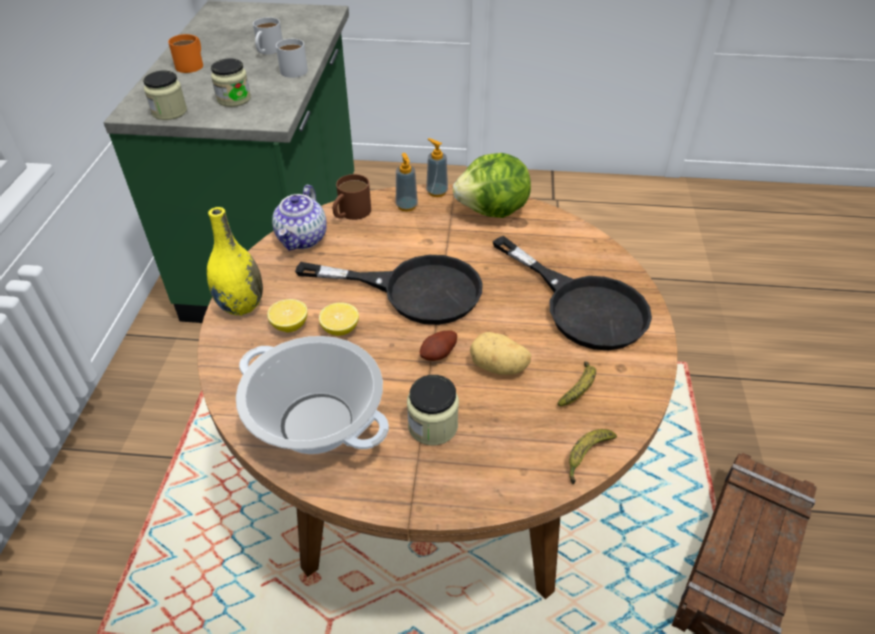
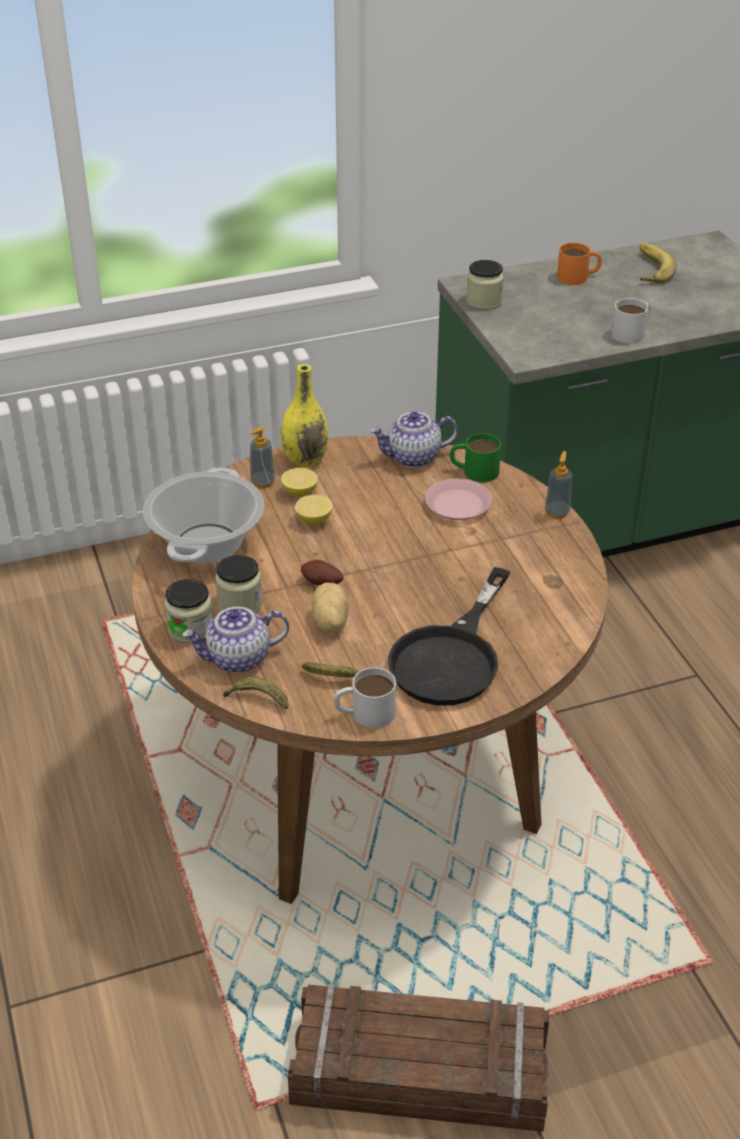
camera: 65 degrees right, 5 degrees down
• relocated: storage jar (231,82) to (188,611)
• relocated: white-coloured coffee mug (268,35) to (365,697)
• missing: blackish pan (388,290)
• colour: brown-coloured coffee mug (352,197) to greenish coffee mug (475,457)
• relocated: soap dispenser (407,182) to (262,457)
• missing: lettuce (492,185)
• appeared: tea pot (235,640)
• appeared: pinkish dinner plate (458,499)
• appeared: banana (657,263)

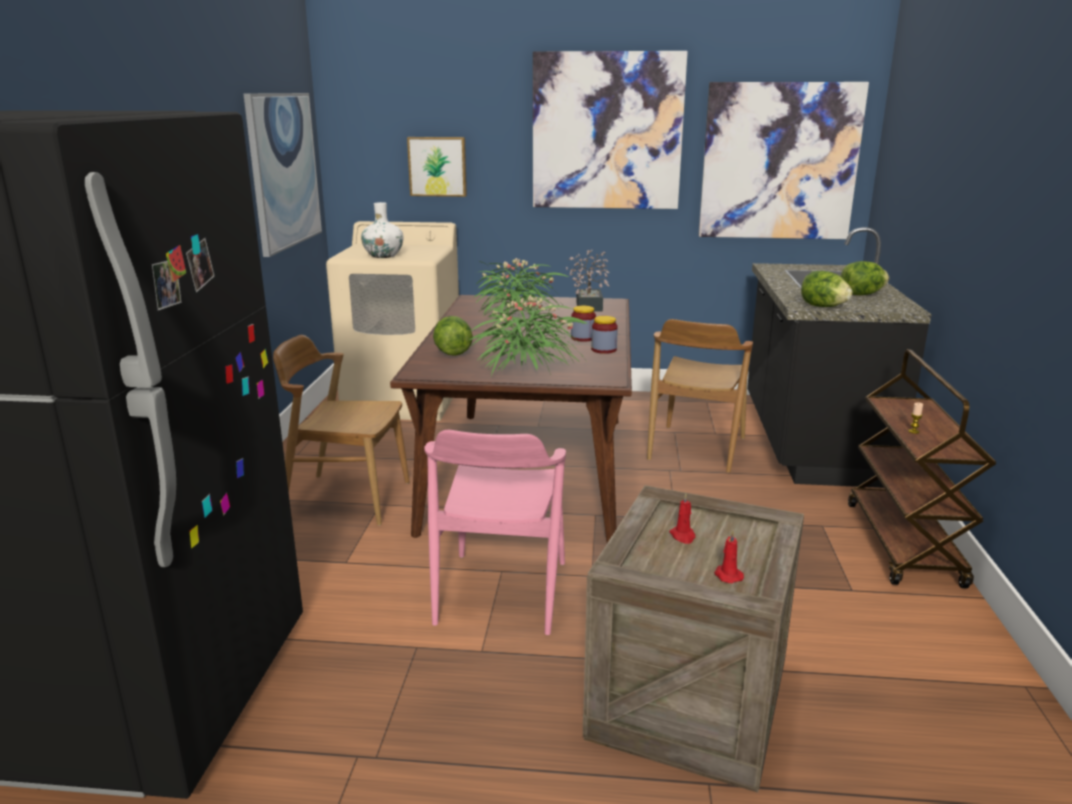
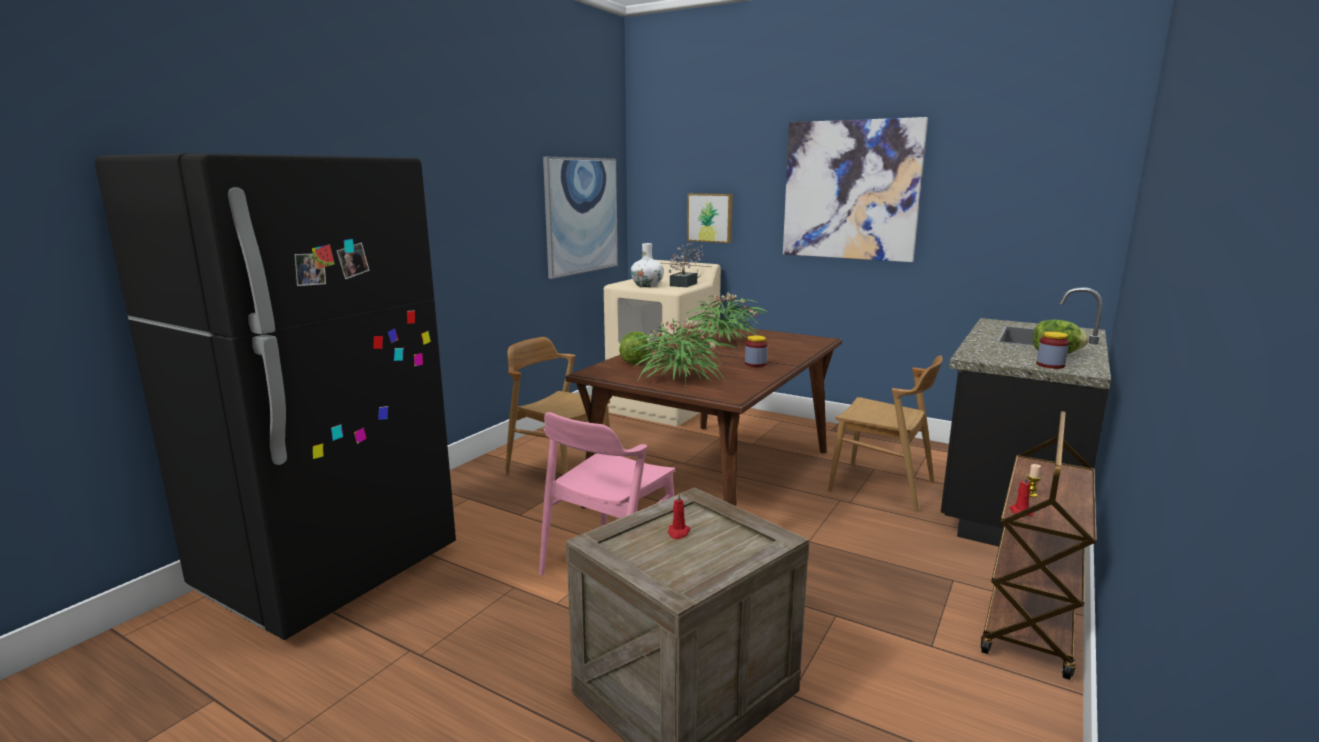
camera: 25 degrees right, 5 degrees down
• relocated: plant in a pot (587,280) to (686,265)
• relocated: storage jar (604,335) to (1052,350)
• spun: brown-coloured plain chair (700,396) = (885,433) 105 degrees counterclockwise
• missing: wall picture (783,160)
• relocated: red-coloured wax candle (729,557) to (1021,495)
• missing: lettuce (826,289)

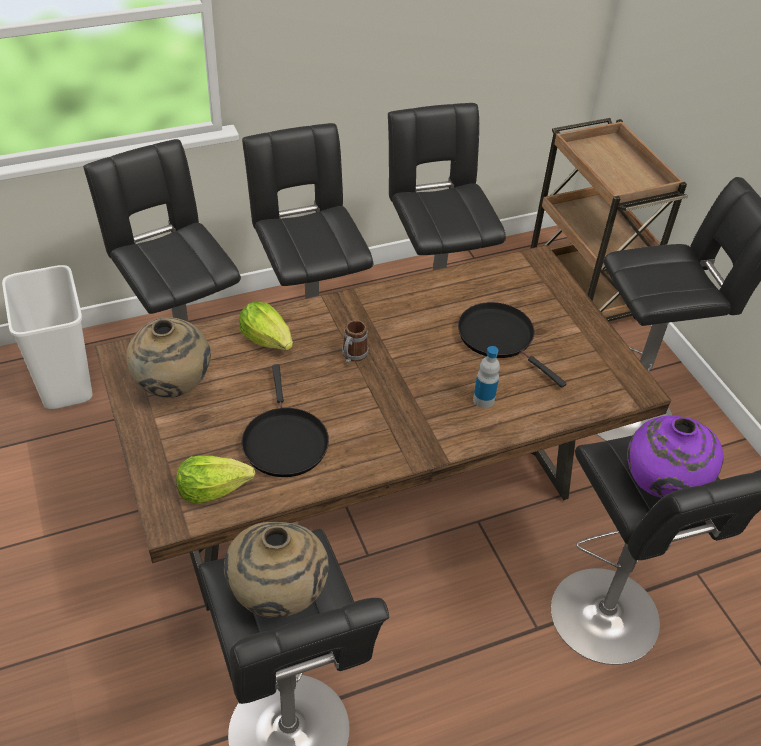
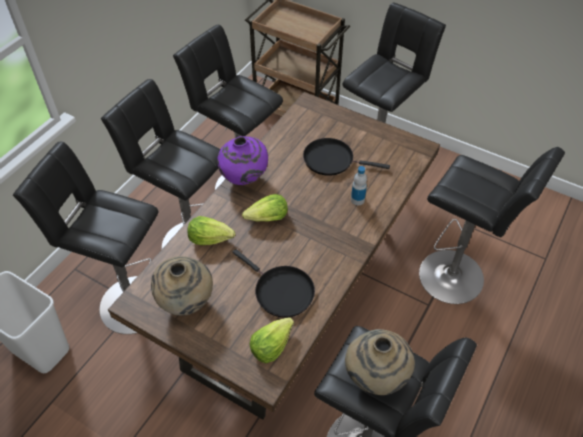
camera: 35 degrees left, 5 degrees up
• exchanged: coffee mug (355,341) to lettuce (265,208)
• relocated: purplish flower vase (675,456) to (242,160)

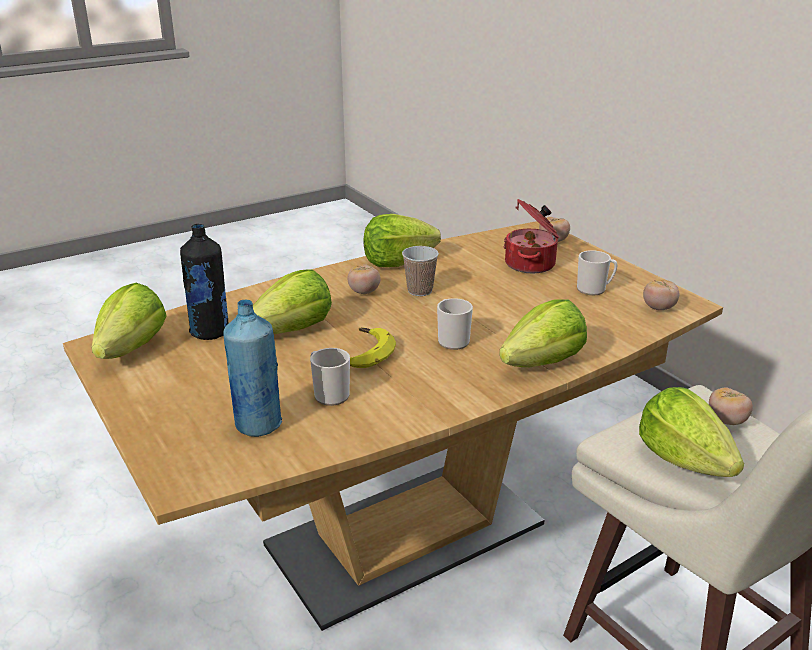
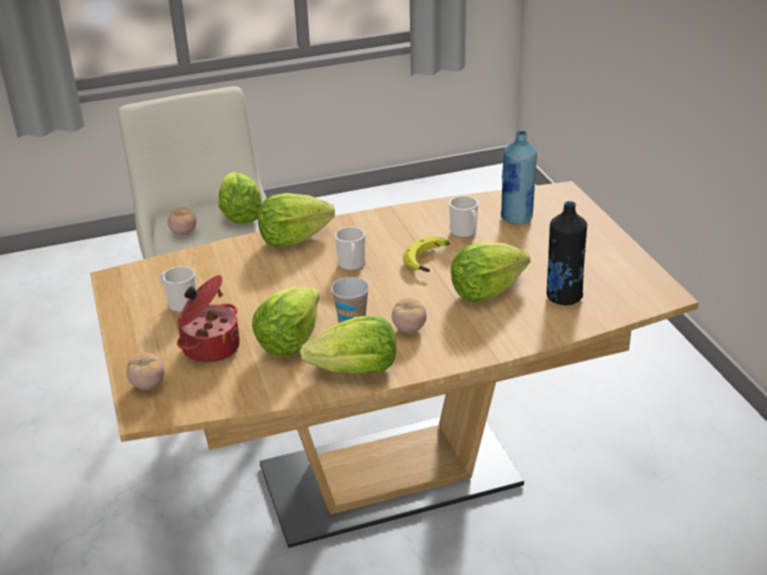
camera: 165 degrees left, 5 degrees up
• relocated: lettuce (129,321) to (286,321)
• missing: whole tomato (661,294)

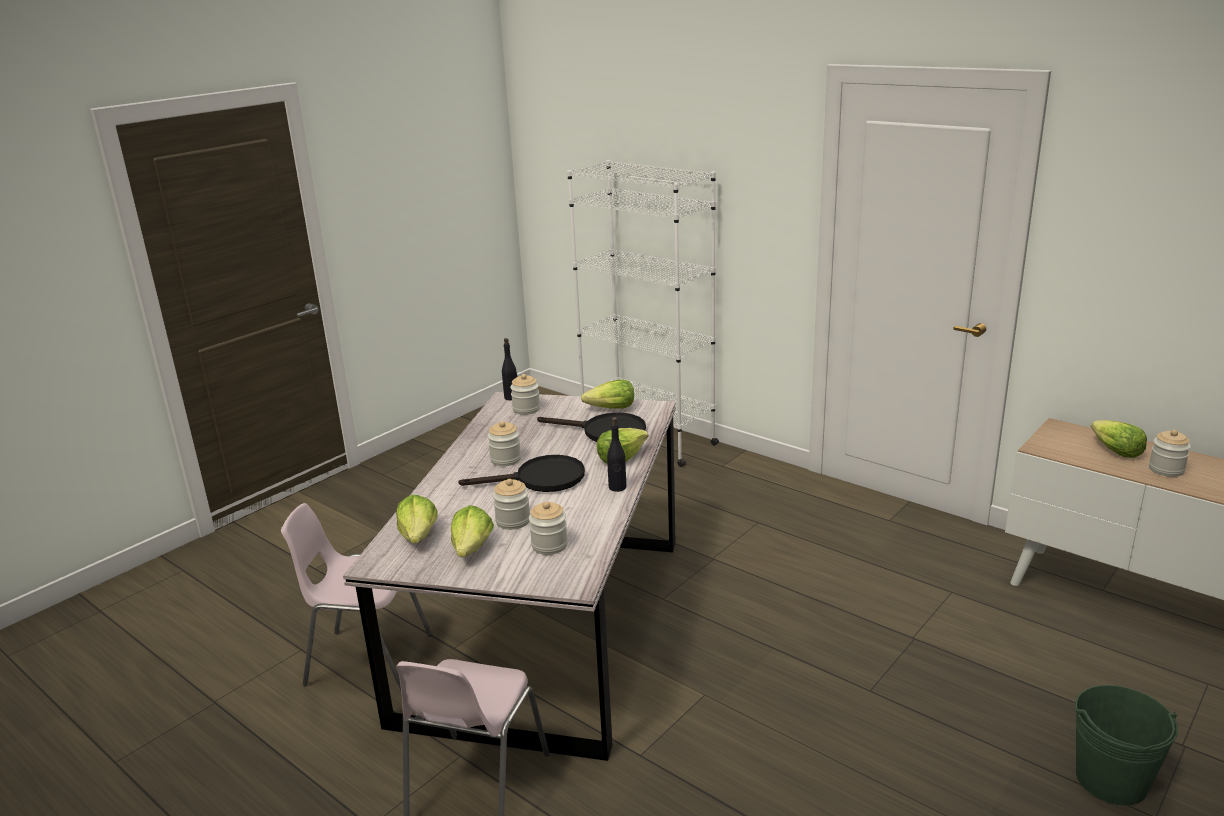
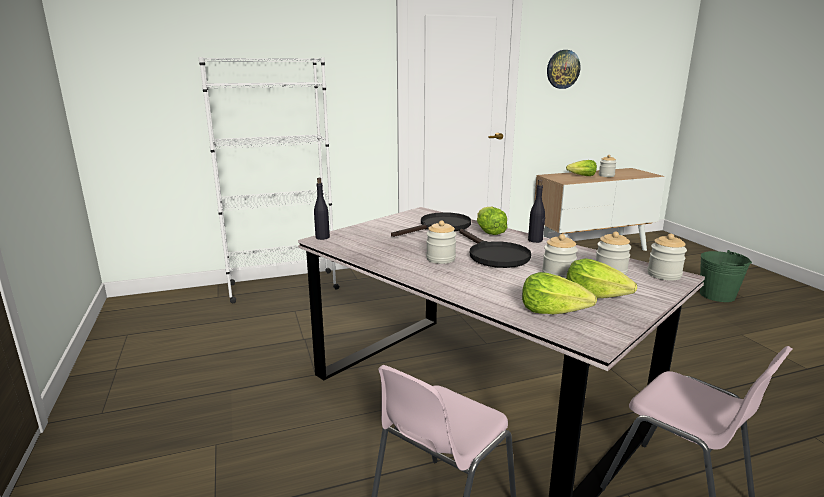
camera: 60 degrees left, 5 degrees down
• spun: blackish pan (521,473) = (495,248) 135 degrees clockwise
• relocated: storage jar (525,394) to (667,257)
• missing: lettuce (607,394)
• appeared: wall clock (563,69)

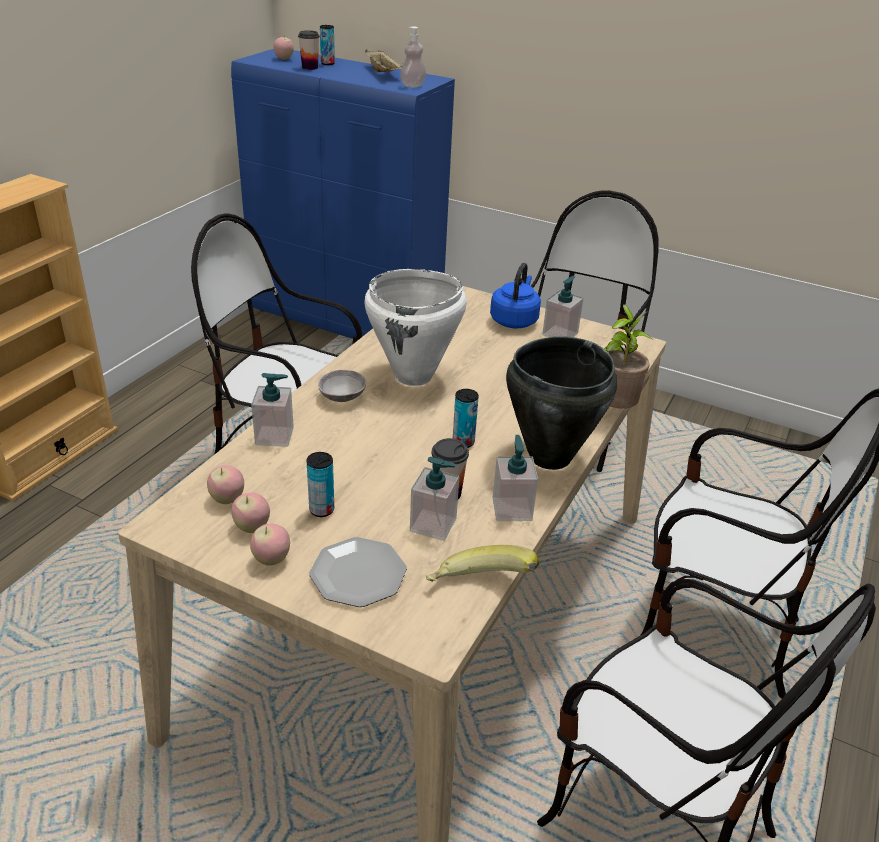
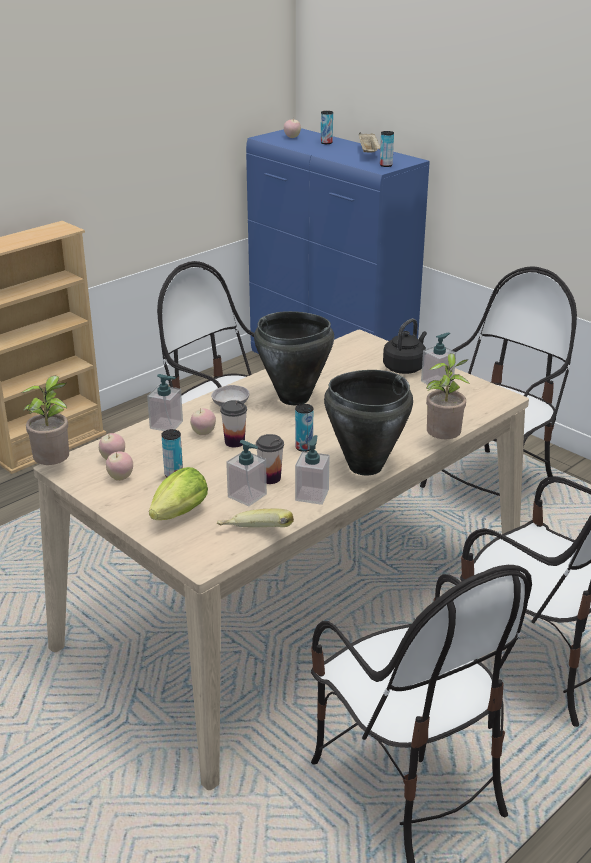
camera: 20 degrees right, 5 degrees down
• relocated: apple (270,545) to (203,421)
• relocated: cup (309,50) to (233,424)
• exchanged: dinner plate (358,572) to lettuce (178,493)
• colour: white-coloured cooking pot (415,327) to blackish cooking pot (294,358)
• exchanged: soap dispenser (413,57) to can (387,149)
• colour: blue kettle (515,295) to blackish kettle (405,346)
• appeared: plant in a pot (45,420)

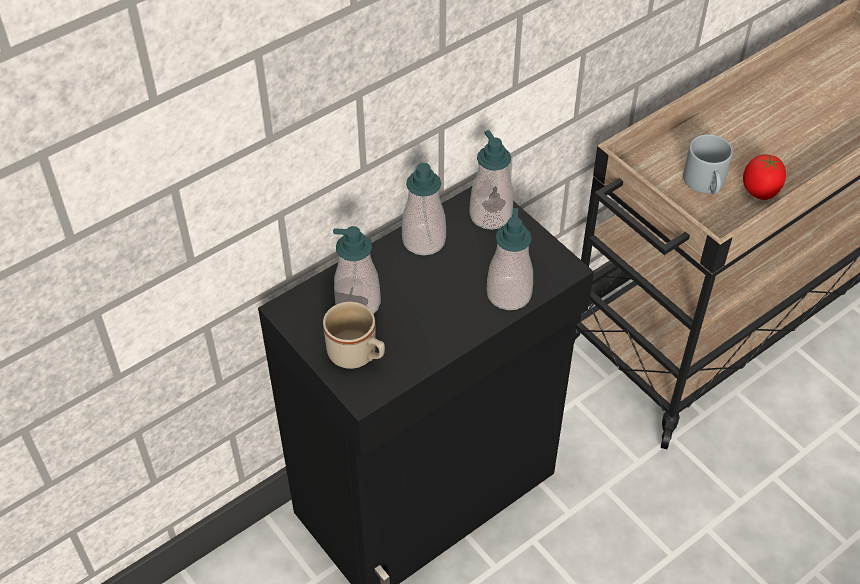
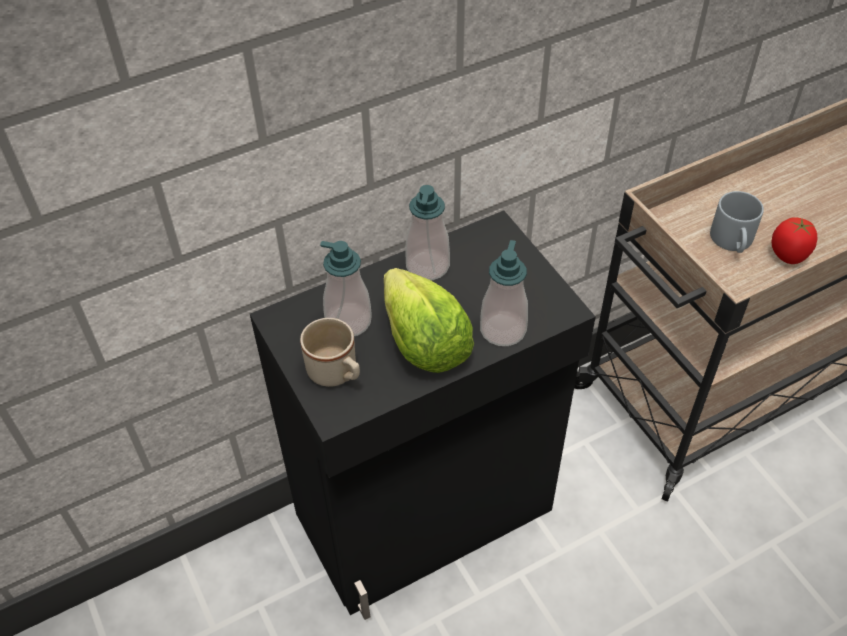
camera: 10 degrees right, 0 degrees up
• missing: soap dispenser (491,180)
• appeared: lettuce (429,320)

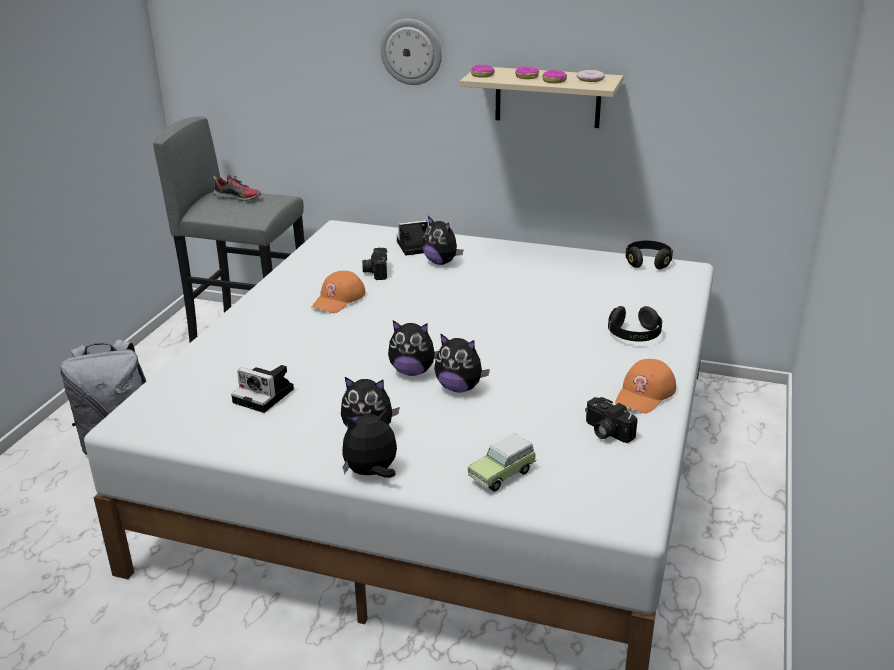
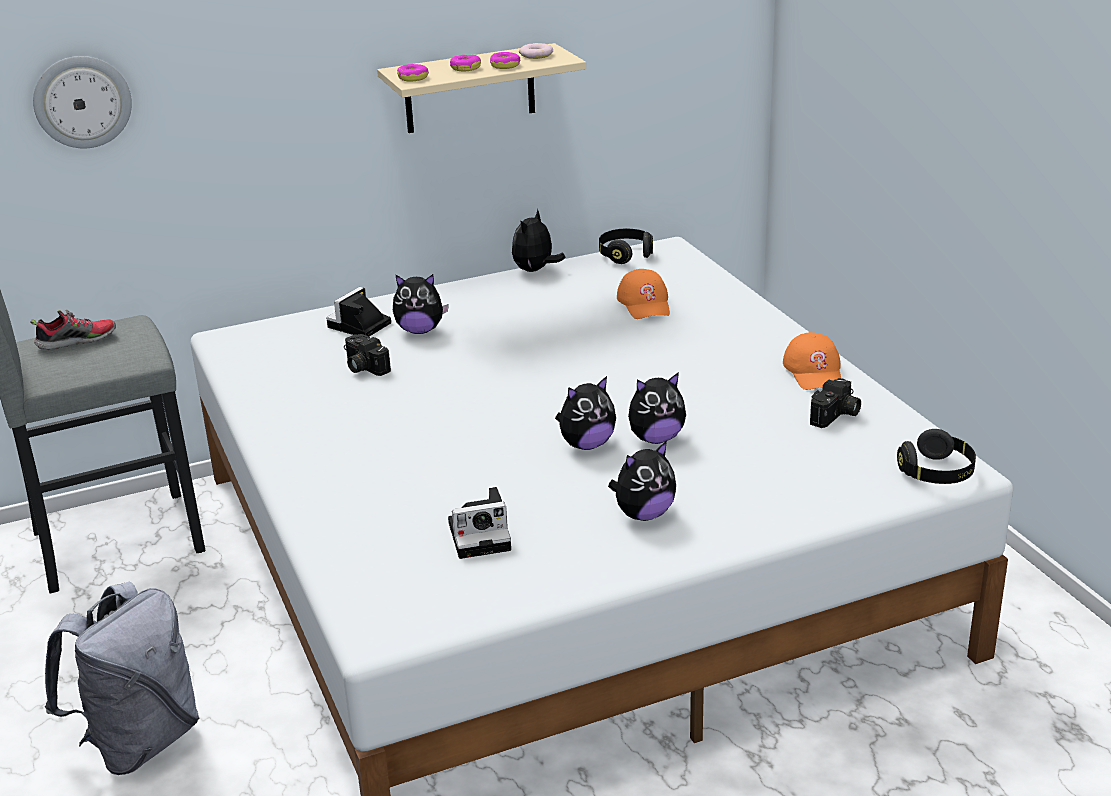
camera: 40 degrees left, 0 degrees up
• relocated: orange baseball cap (338,292) to (643,294)
• relocated: cuddly toy (369,443) to (538,240)
• relocated: wall clock (411,52) to (82,102)
• missing: model car (502,462)
• spun: photo camera (611,420) = (835,403) 60 degrees counterclockwise
• relocated: blackish pair of headphones (635,324) to (936,456)

